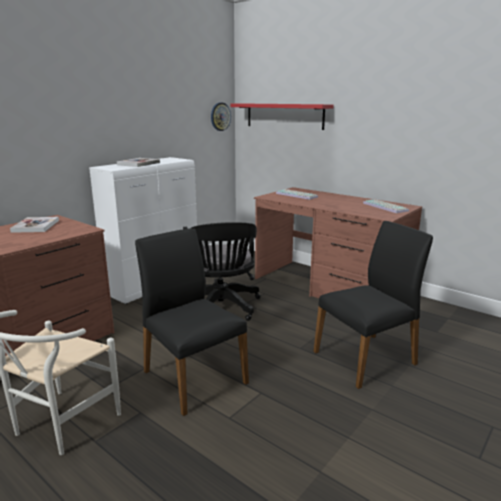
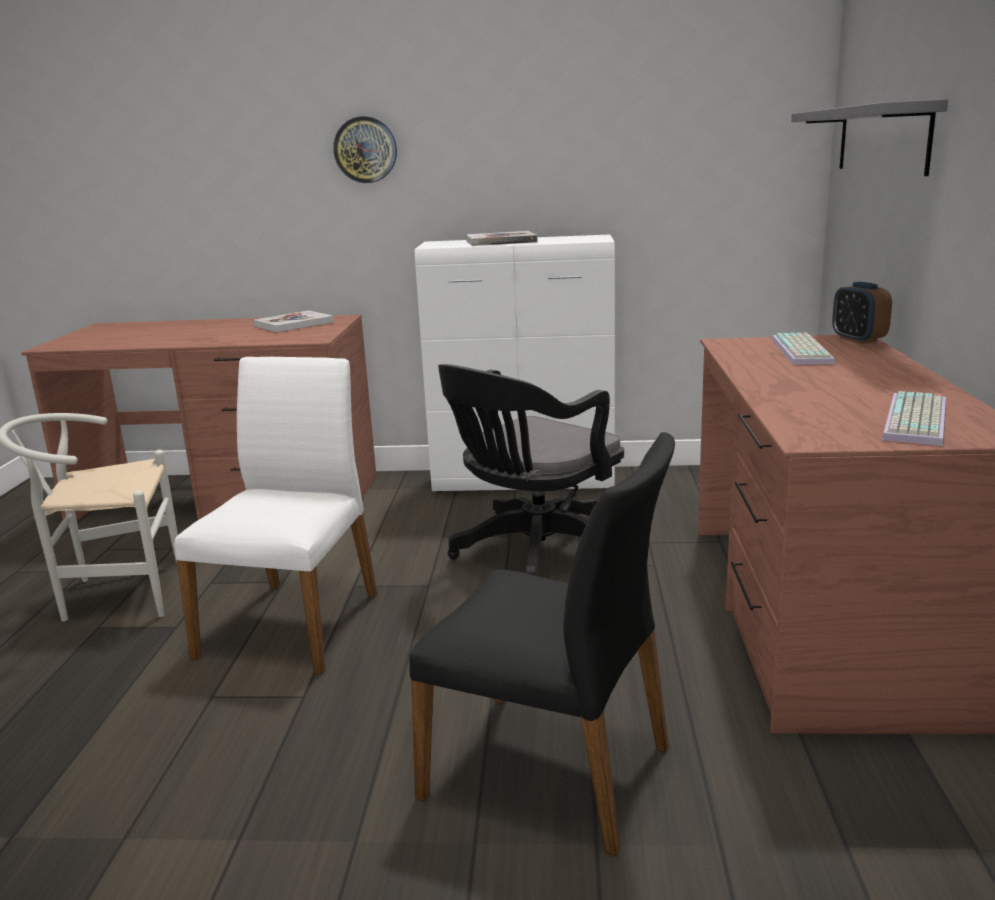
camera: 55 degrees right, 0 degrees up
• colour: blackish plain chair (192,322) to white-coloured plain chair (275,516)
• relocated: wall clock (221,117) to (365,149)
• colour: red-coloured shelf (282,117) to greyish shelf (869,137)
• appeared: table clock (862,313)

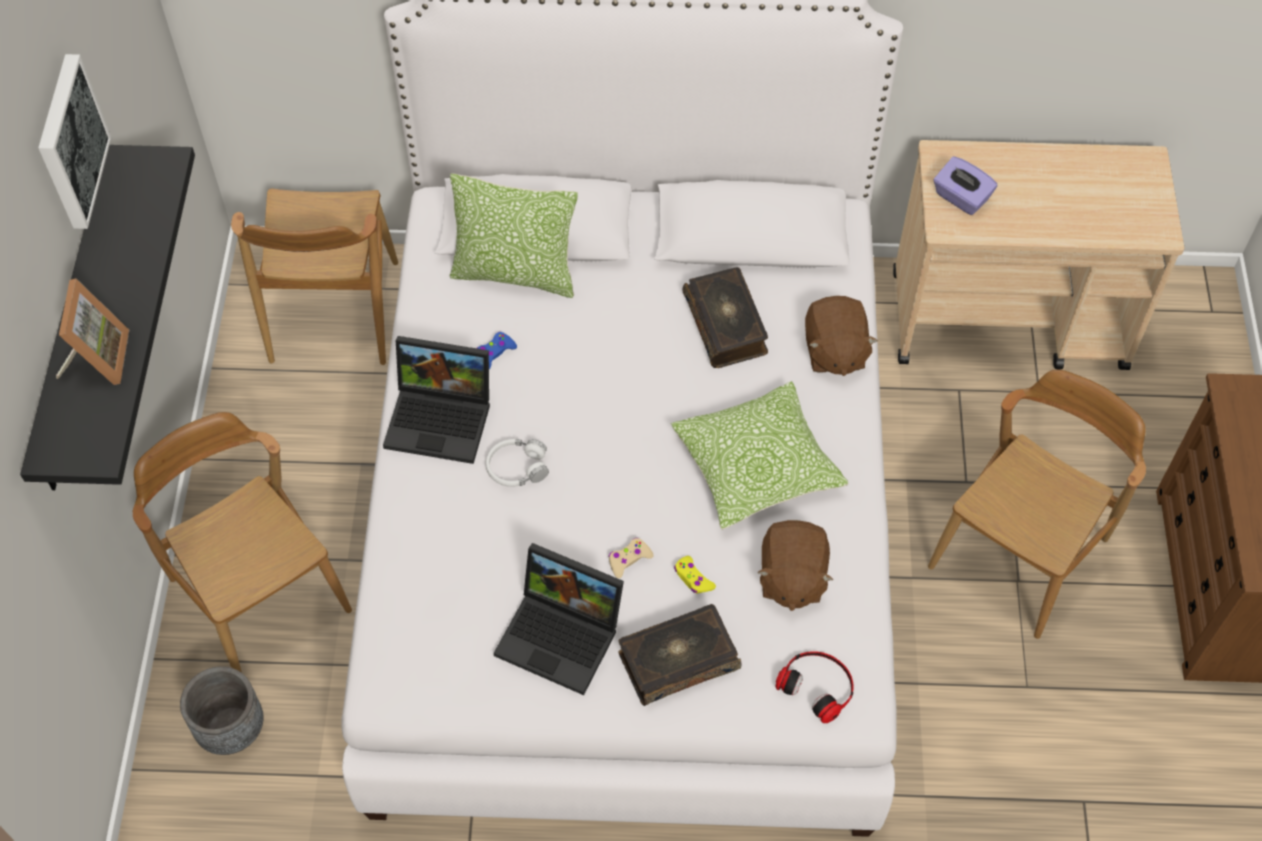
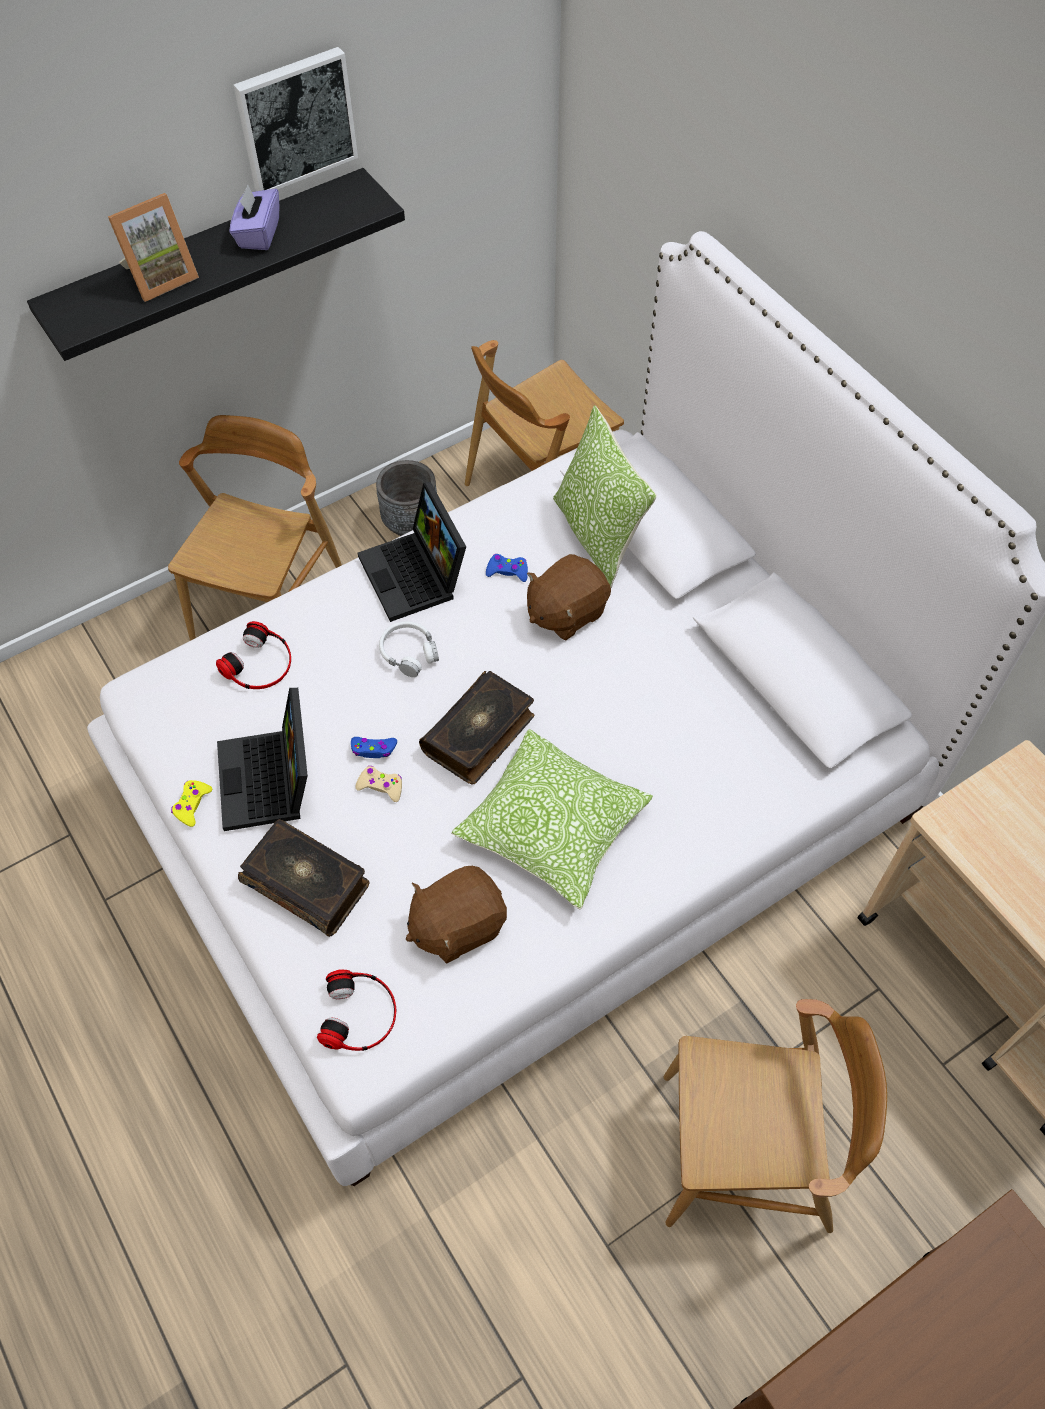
camera: 55 degrees right, 0 degrees up
• relocated: greyish planter (222,710) to (406,498)
• relocated: yellow-coloured gamepad (695,574) to (191,803)
• relocated: bound book (725,317) to (476,727)
• relocated: brown-coloured cuddly toy (841,336) to (569,597)
• relocated: purplish tissue box (965,185) to (254,217)
• appeared: pair of headphones (253,655)
• appeared: blue gamepad (374,747)

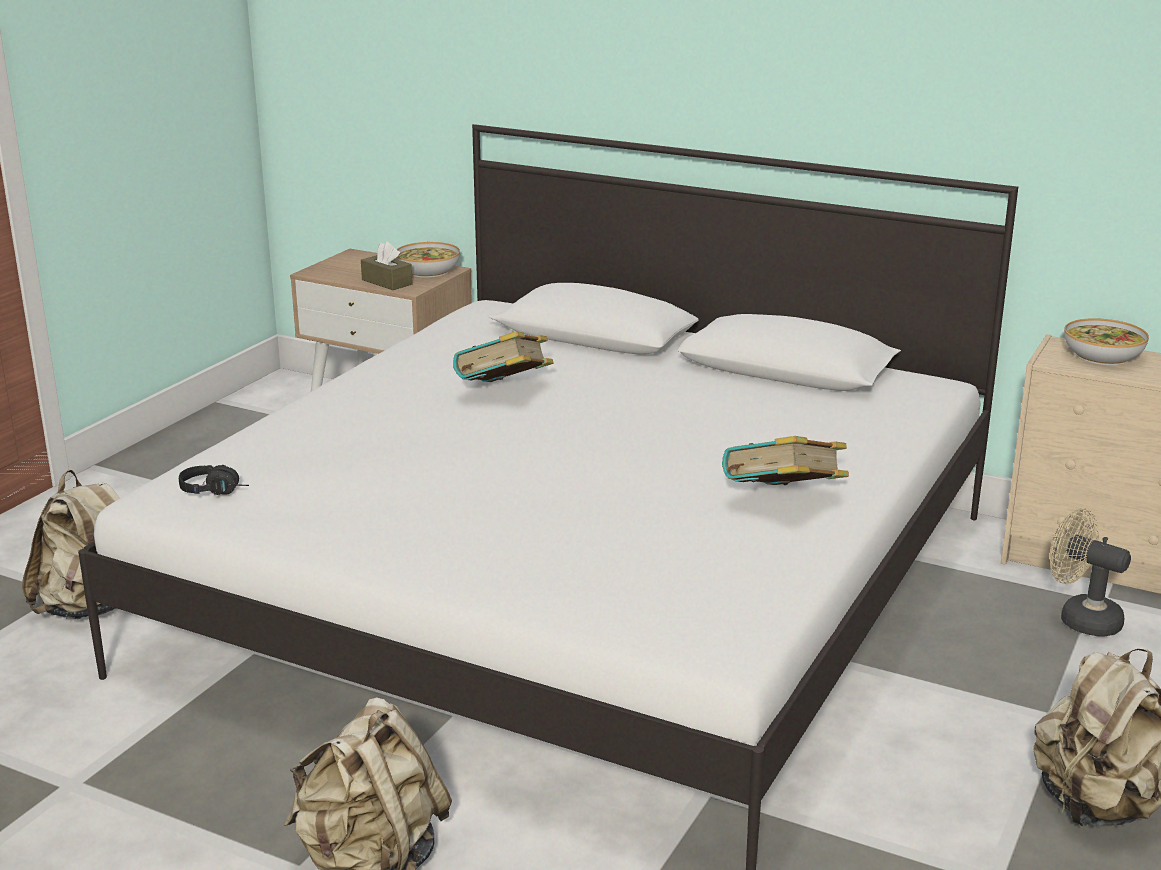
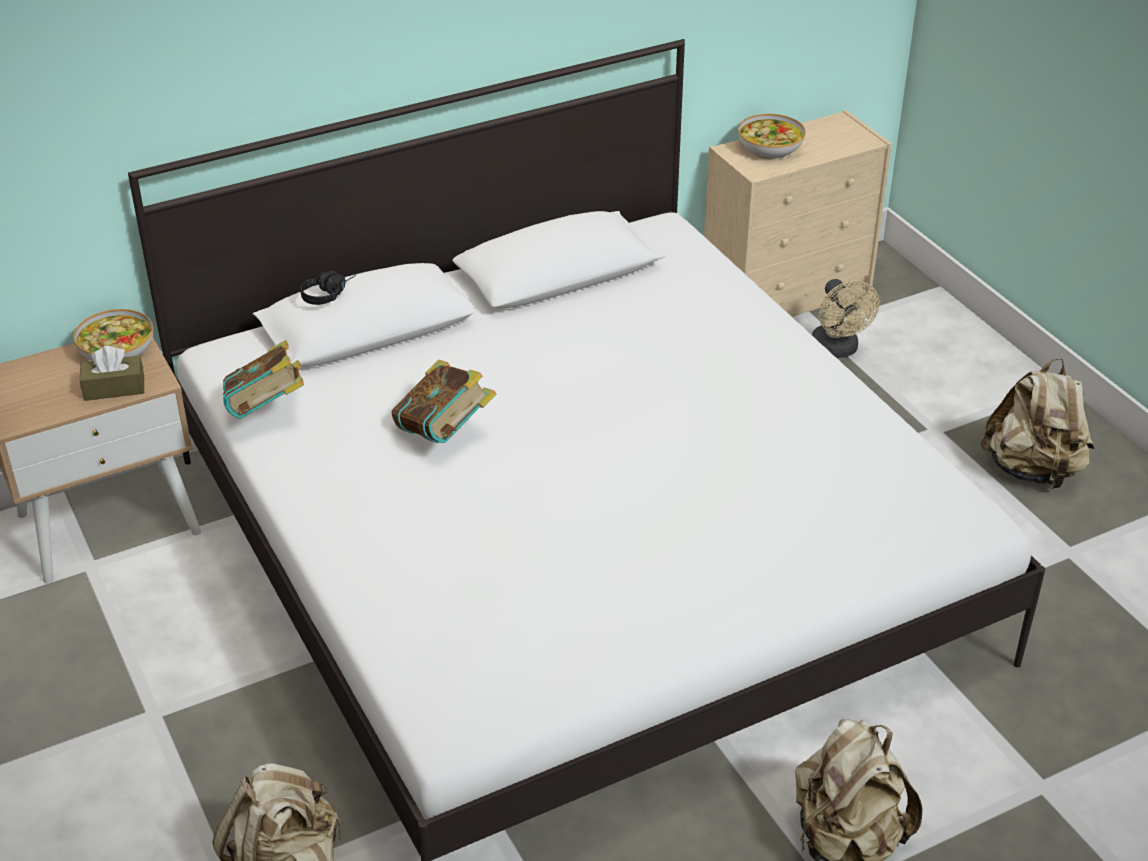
camera: 55 degrees left, 15 degrees up
• relocated: blackish pair of headphones (214,480) to (328,288)
• relocated: bound book (785,460) to (263,379)
• spun: beige fan (1090,572) = (845,318) 90 degrees counterclockwise

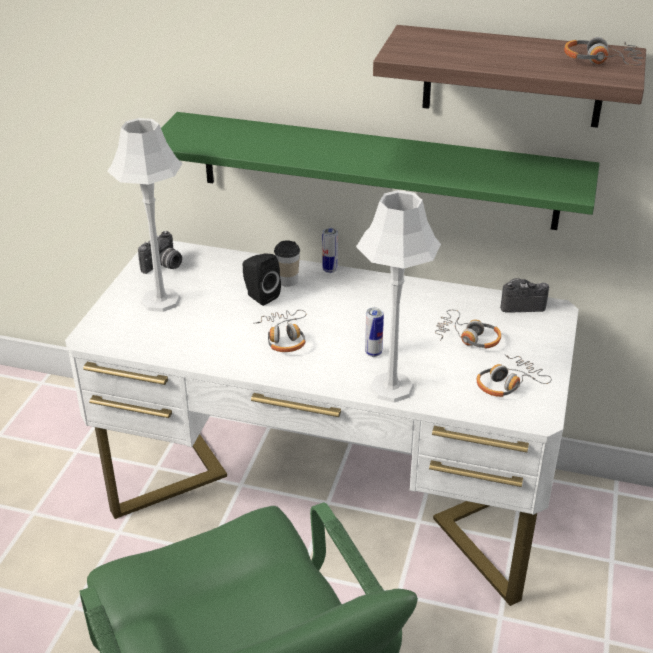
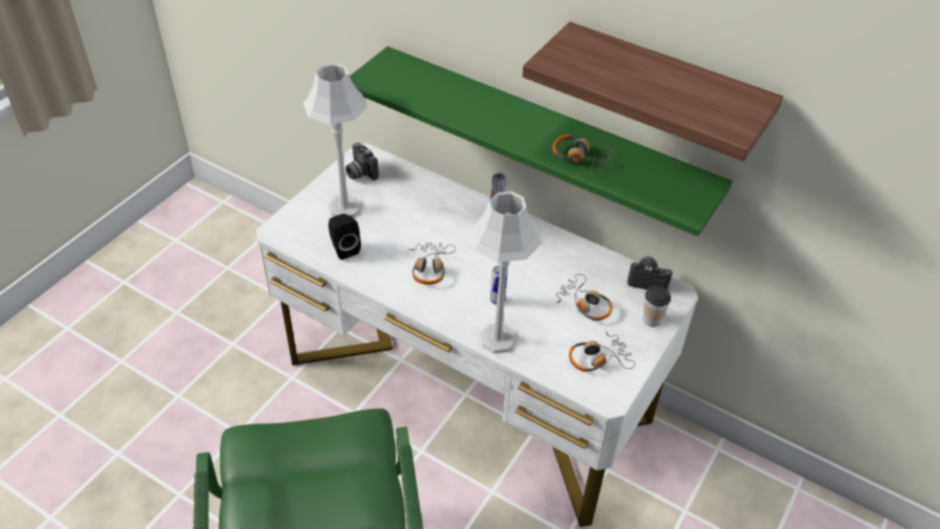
camera: 15 degrees right, 10 degrees up
• spun: photo camera (160,252) = (362,161) 90 degrees clockwise
• relocated: blackish audio speaker (262,279) to (344,237)
• relocated: cup (287,263) to (657,306)
• relocated: pair of headphones (603,51) to (583,155)

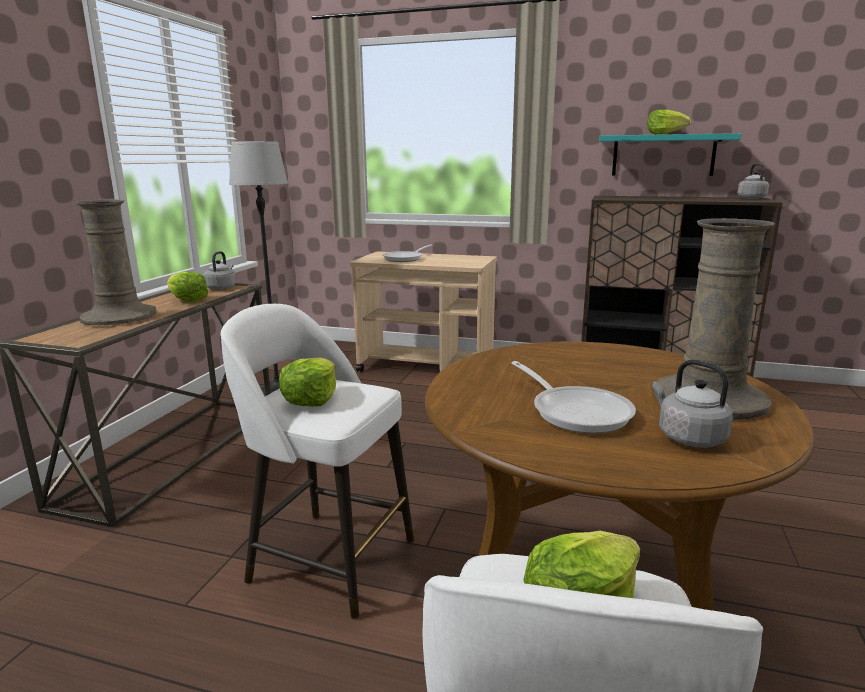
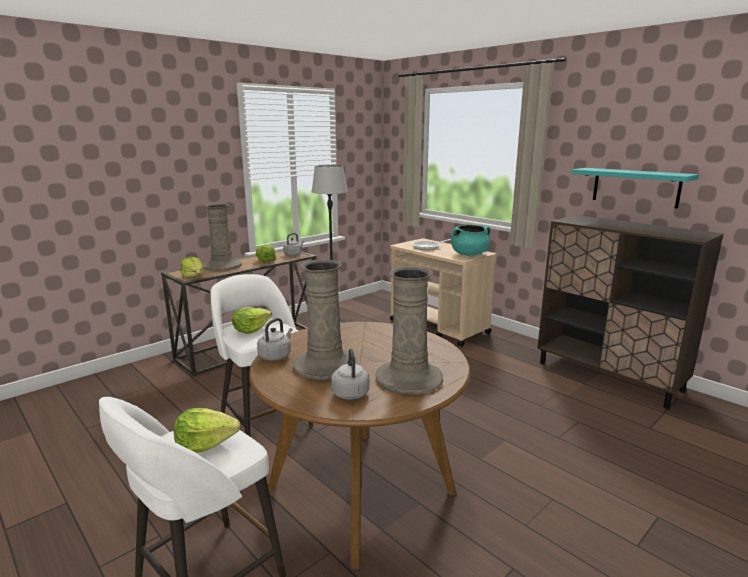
camera: 30 degrees right, 0 degrees up
• exchanged: pan (573,397) to beige flower vase (325,320)
• relocated: lettuce (669,122) to (192,267)
• relocated: greyish kettle (753,181) to (275,339)
• appeared: turquoise-coloured cooking pot (471,240)

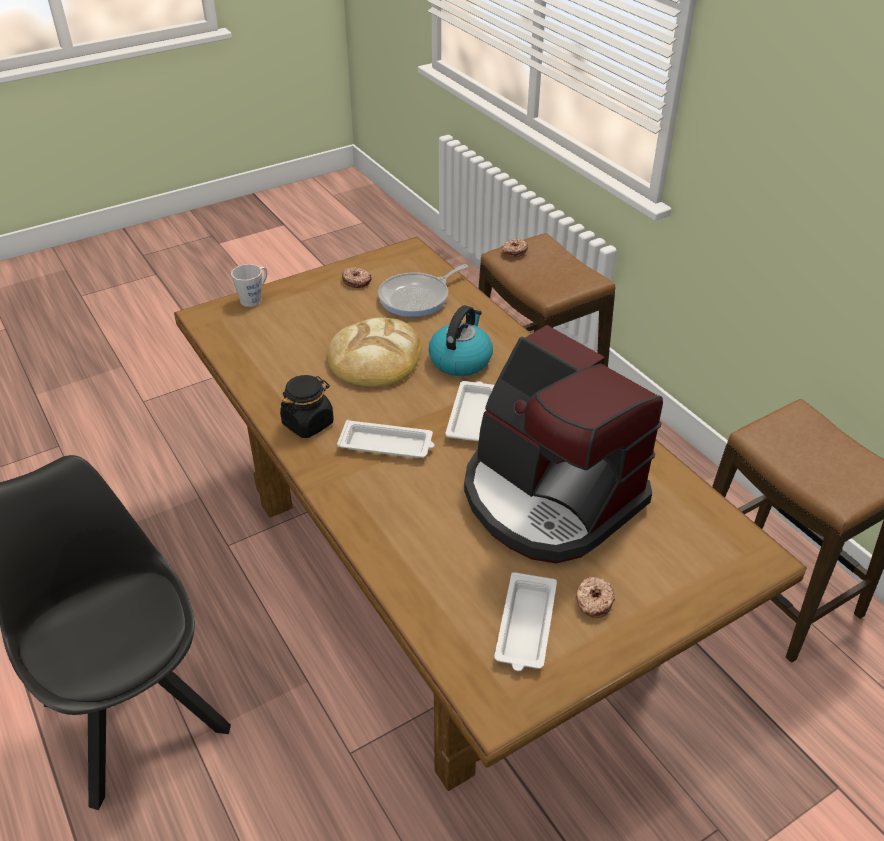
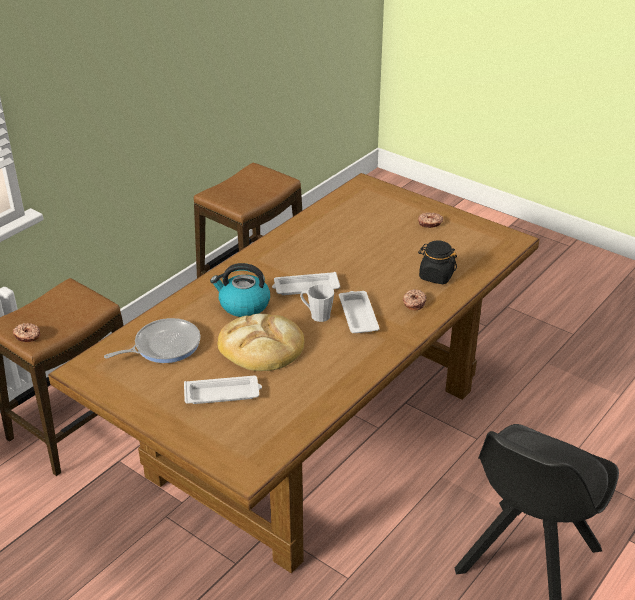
camera: 110 degrees left, 5 degrees down
• relocated: greyish coffee mug (249,285) to (317,303)
• relocated: blackish storage jar (307,406) to (437,262)
• relocated: ring doughnut (357,277) to (415,299)
• spun: pan (423,290) = (152,340) 60 degrees counterclockwise
• missing: coffee brewer (563,444)
• relocated: white-coloured serving tray (525,621) to (223,390)

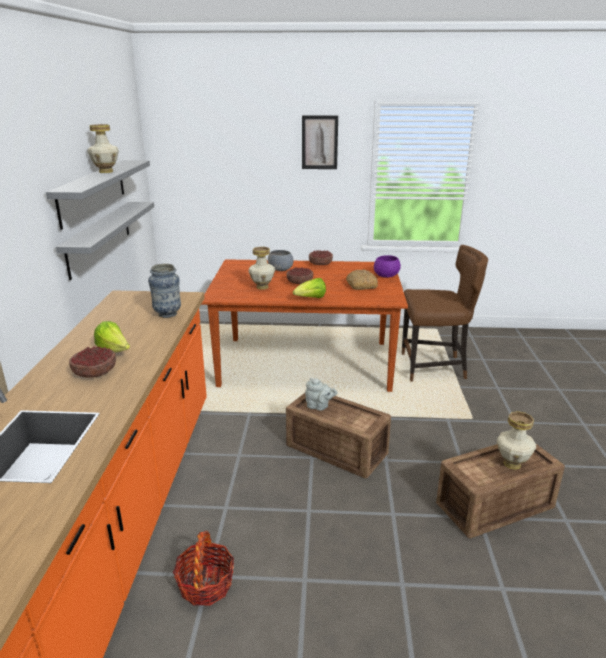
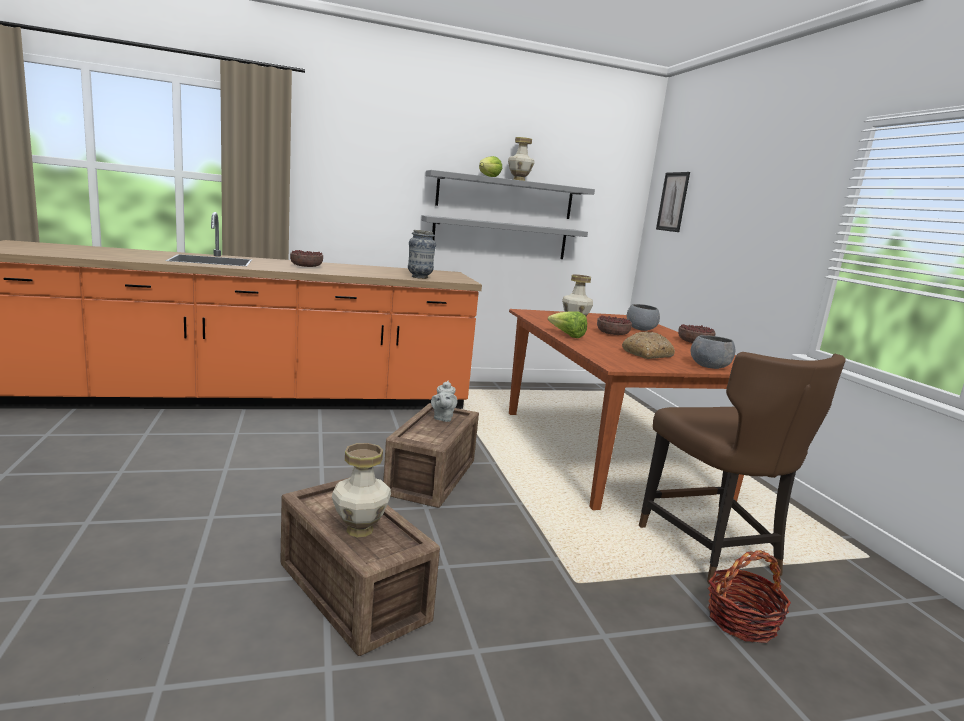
camera: 70 degrees right, 10 degrees down
• relocated: lettuce (112,336) to (490,166)
• relocated: basket (203,568) to (749,596)
• relocated: wall picture (320,142) to (673,202)
• colour: purplish serving bowl (387,266) to greyish serving bowl (713,352)

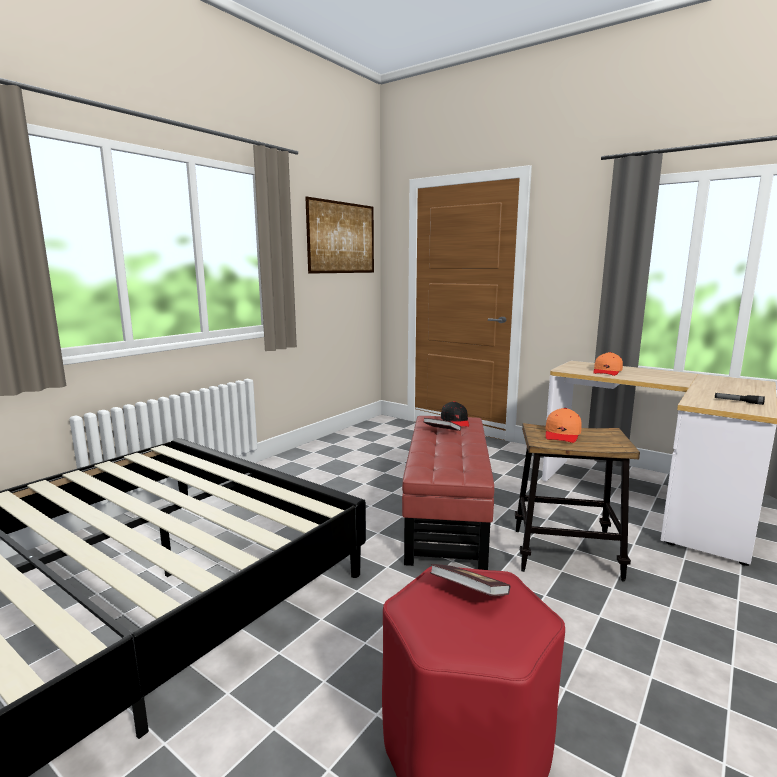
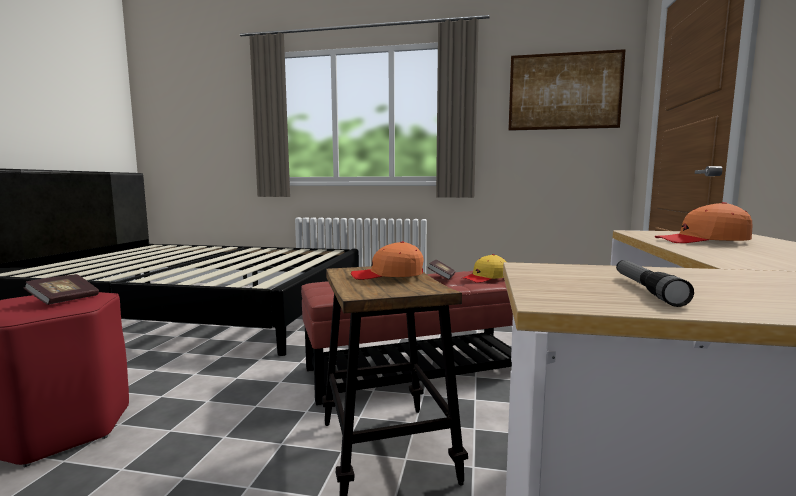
camera: 65 degrees right, 5 degrees down
• colour: blackish baseball cap (455,414) to yellow-coloured baseball cap (484,268)

